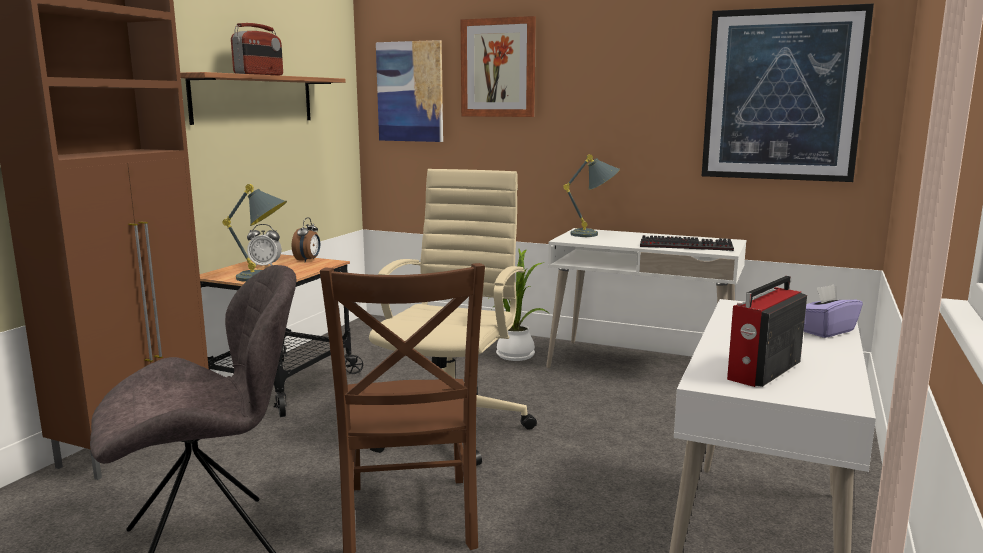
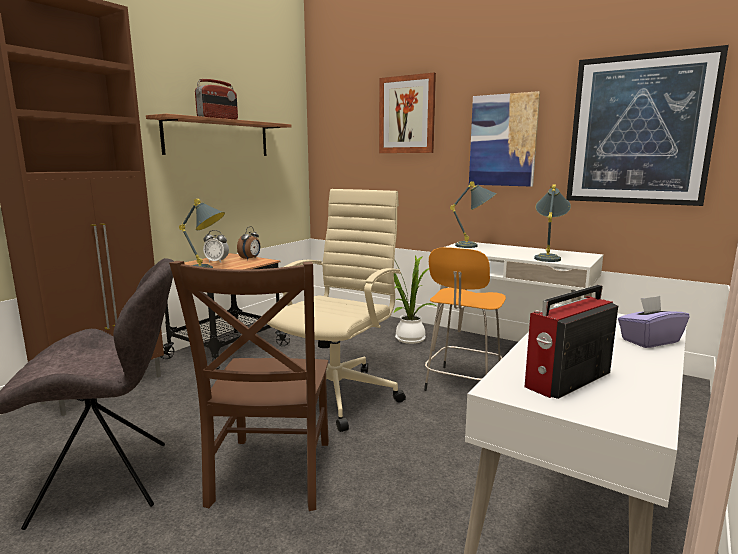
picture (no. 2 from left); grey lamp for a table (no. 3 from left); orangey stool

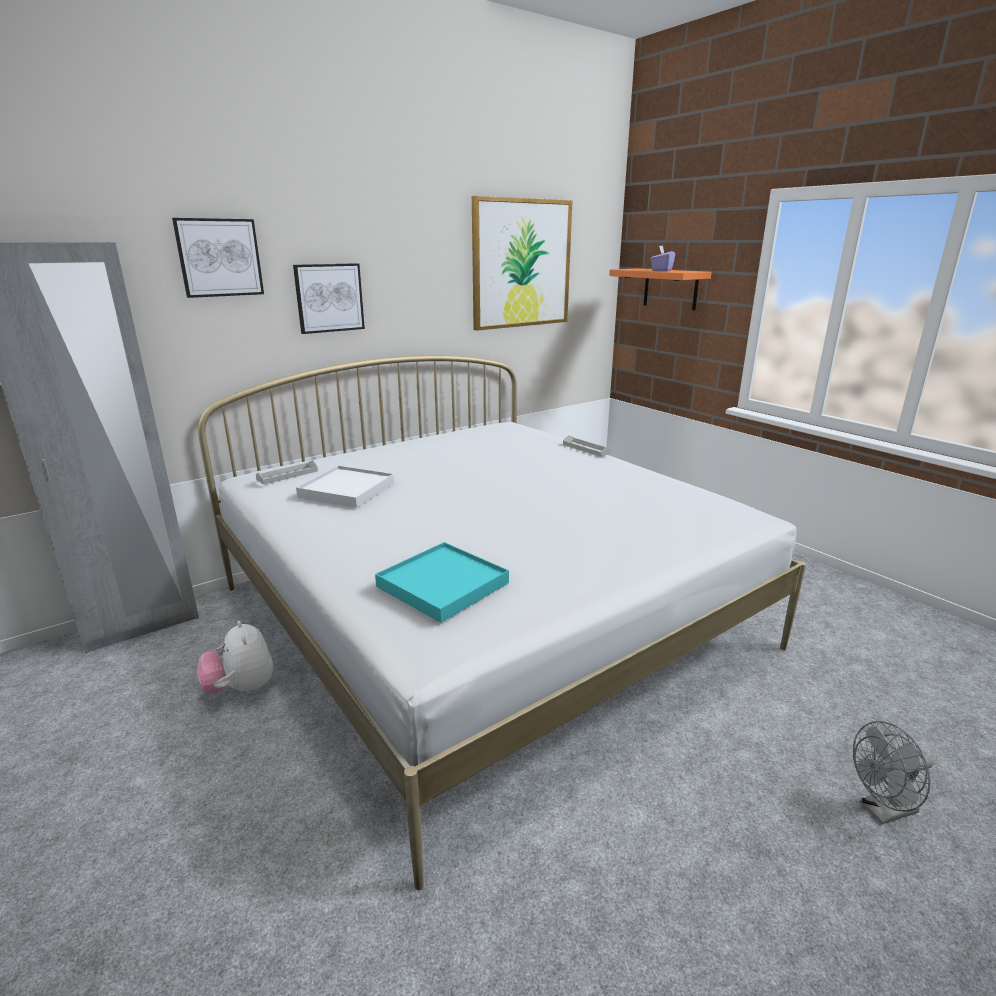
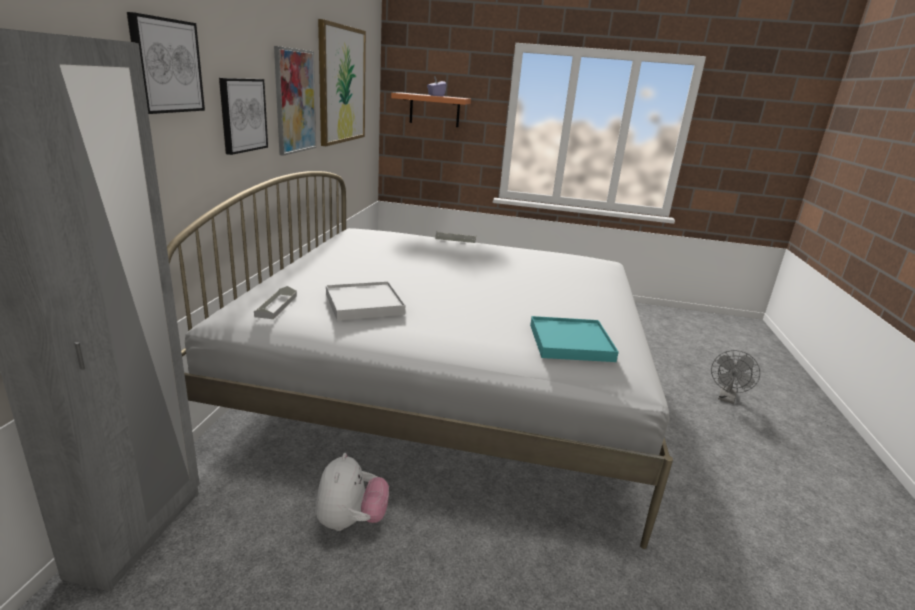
plush toy; picture (no. 3 from left)

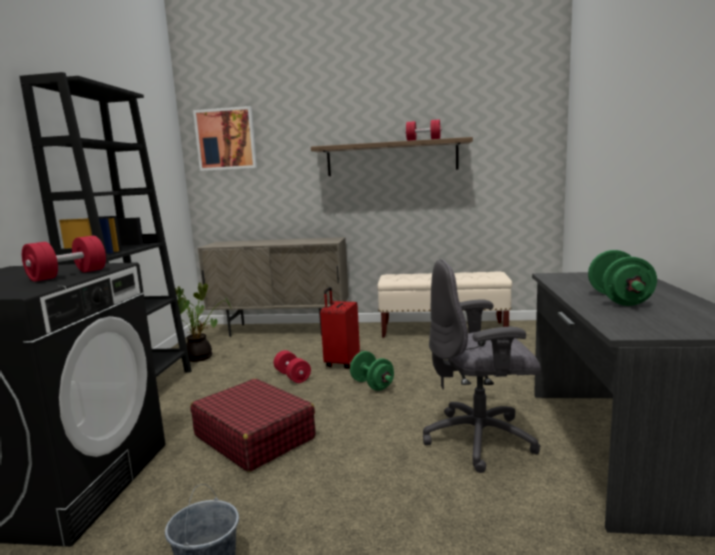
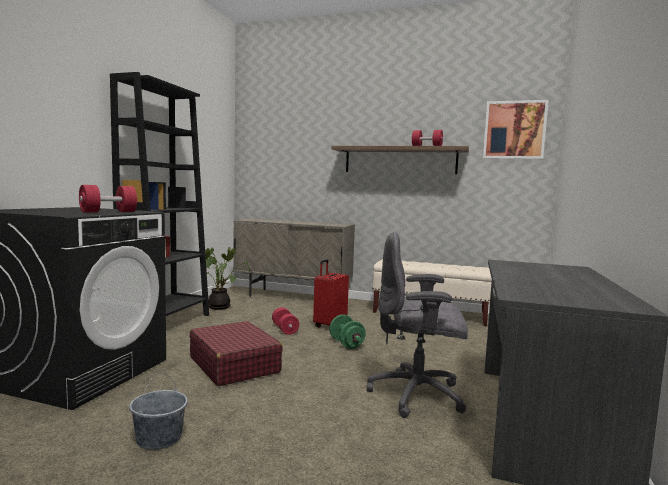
picture; greenish hand weight (no. 2 from left in the first image)

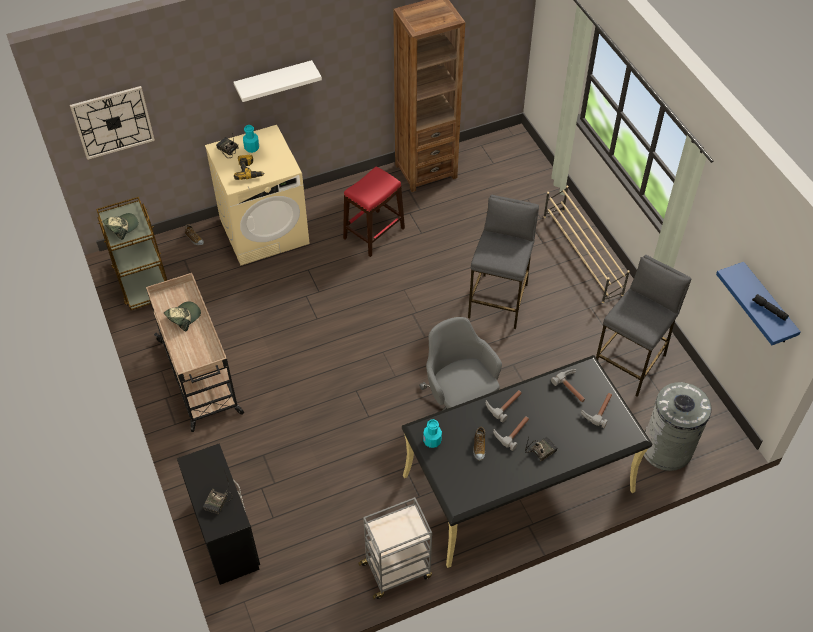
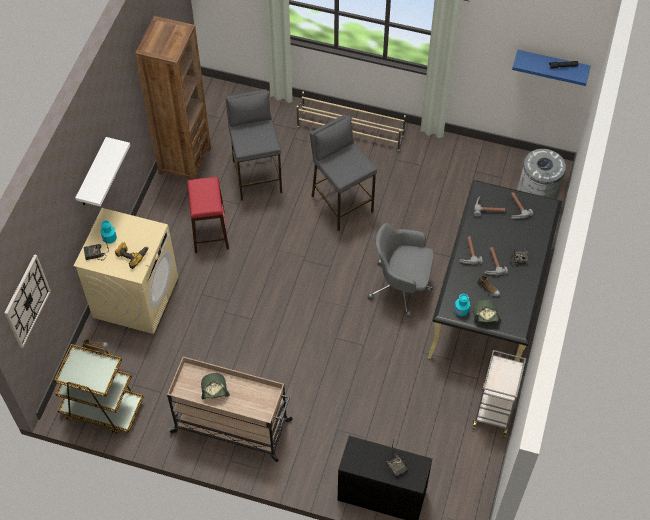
baseball cap (no. 2 from left); grey stool (no. 1 from left)

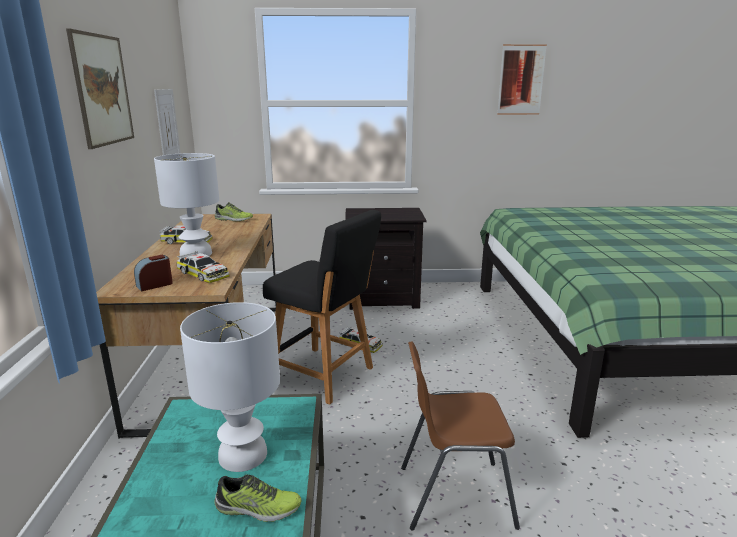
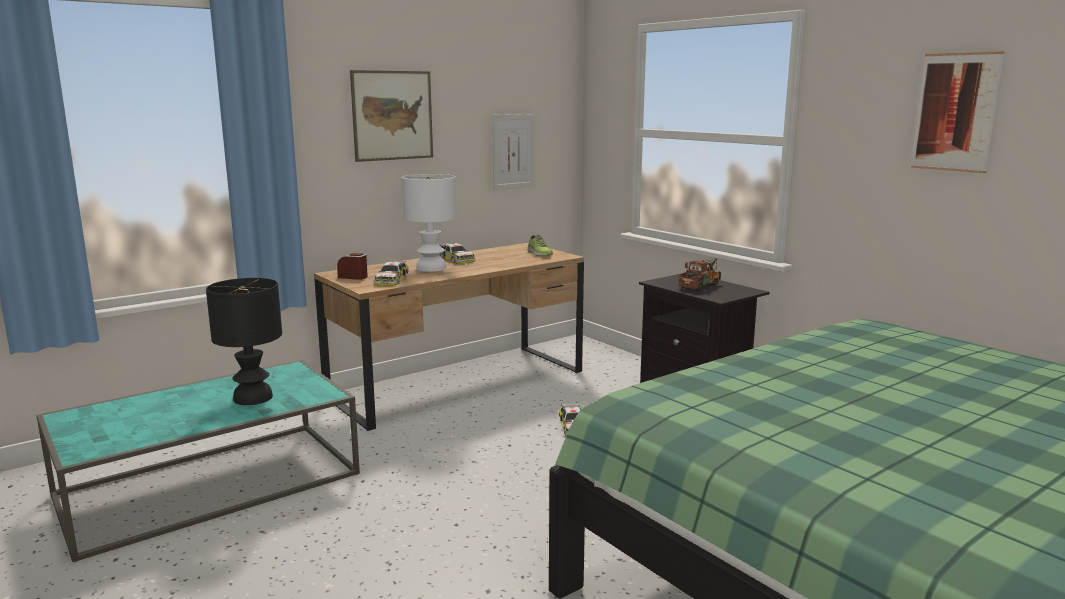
black stool; black lamp for a table; brown-coloured chair; low shoe (no. 2 from left in the first image); toy lorry

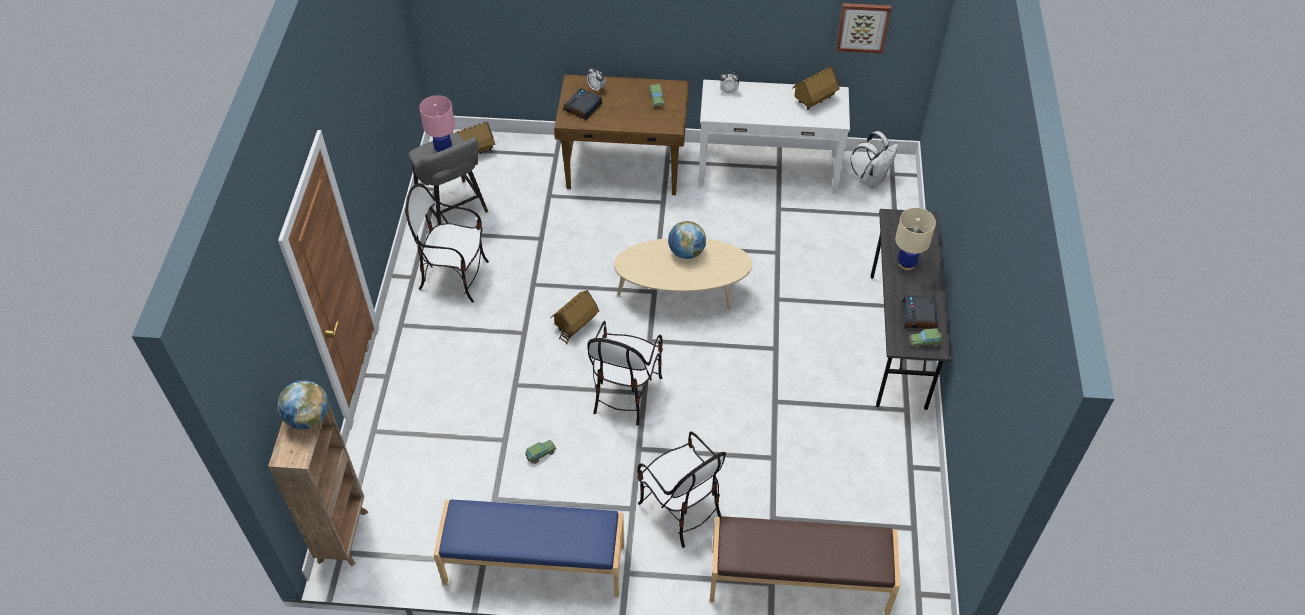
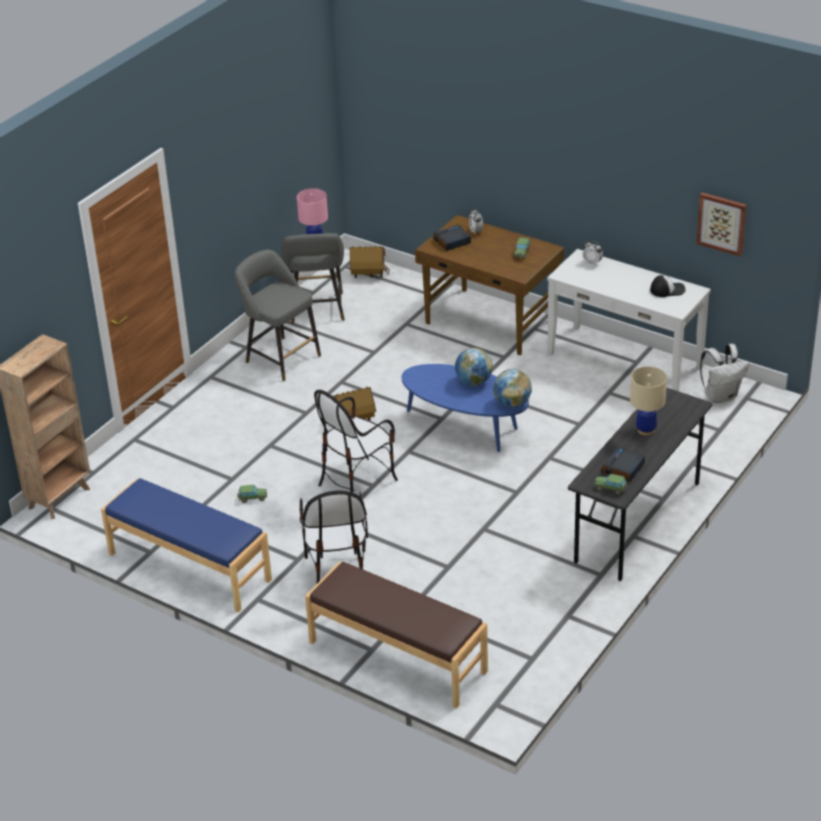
baseball cap; grey stool (no. 1 from left); blue-coloured lounge table; globe (no. 2 from left)

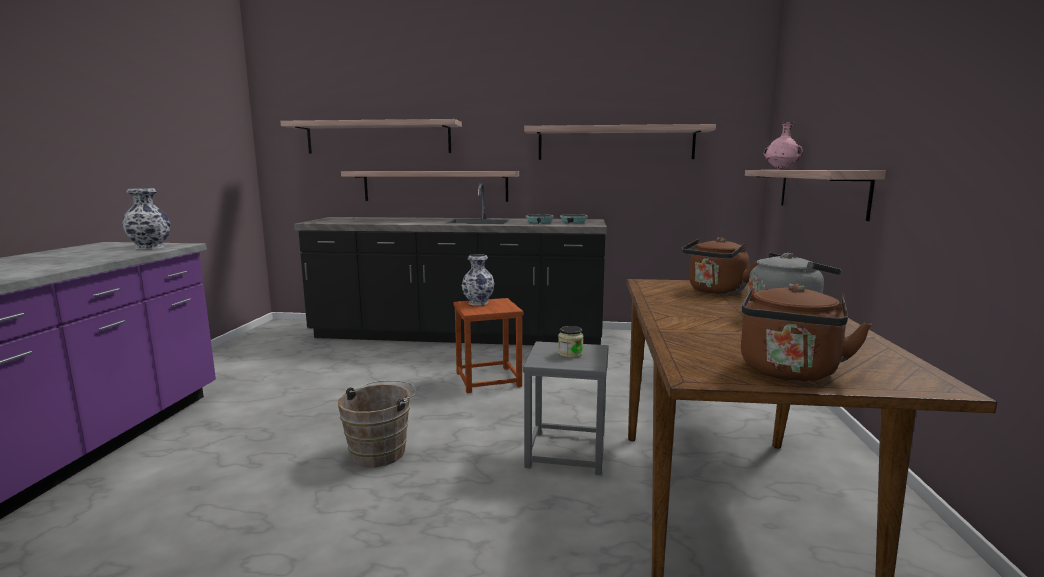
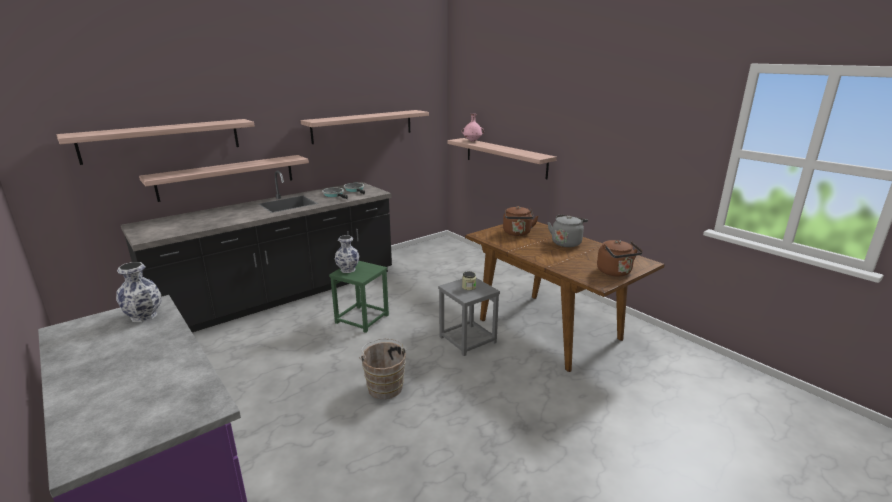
greenish stool

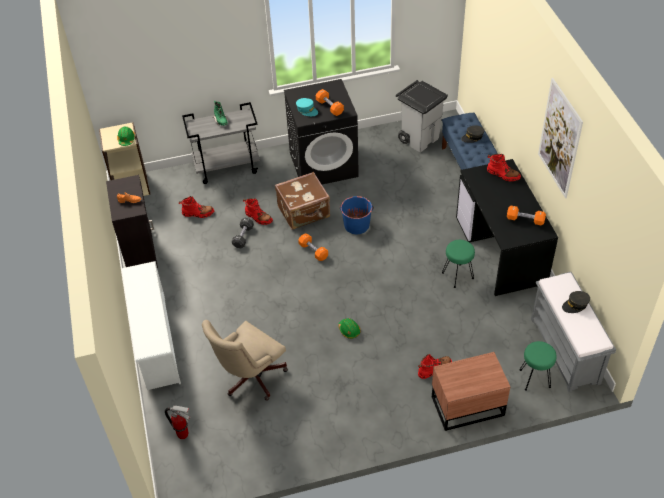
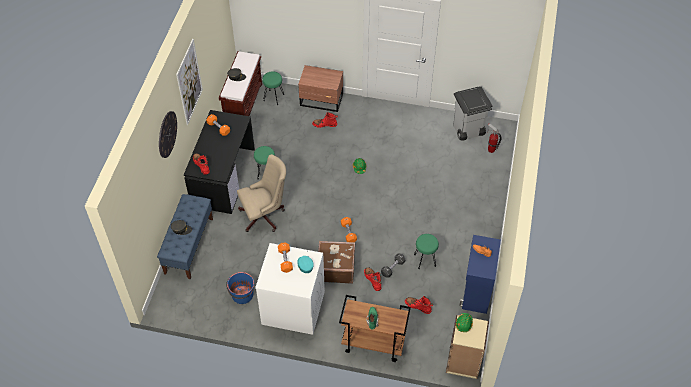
white laundry appliance; grey rubbish bin; brown-coloured cart; blue-coloured cupboard; blue-coloured water bucket; white shoe rack; brown-coloured indoor bench; sand-coloured computer chair; wall clock; greenish stool (no. 3 from left)

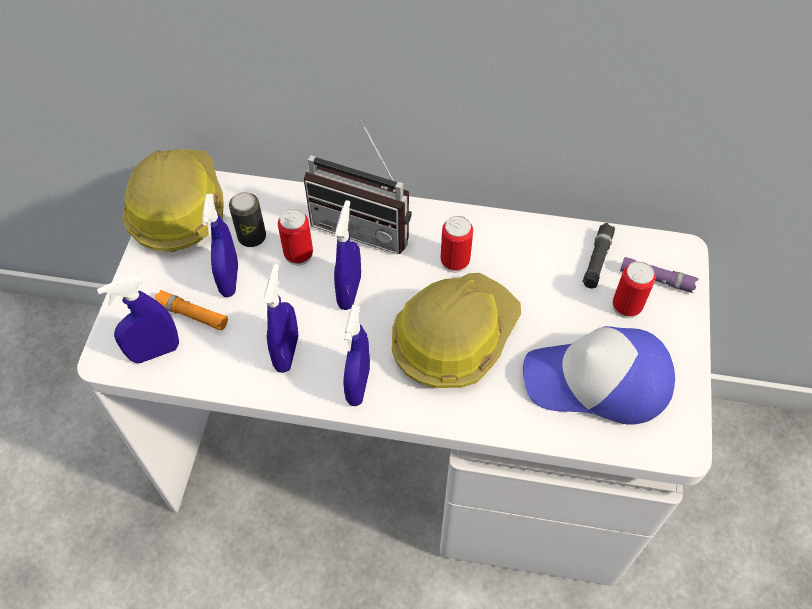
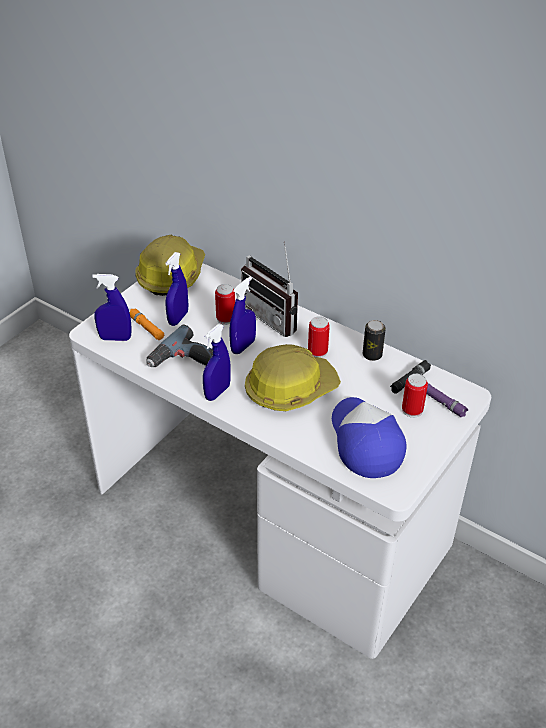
can (no. 3 from left); drill; baseball cap

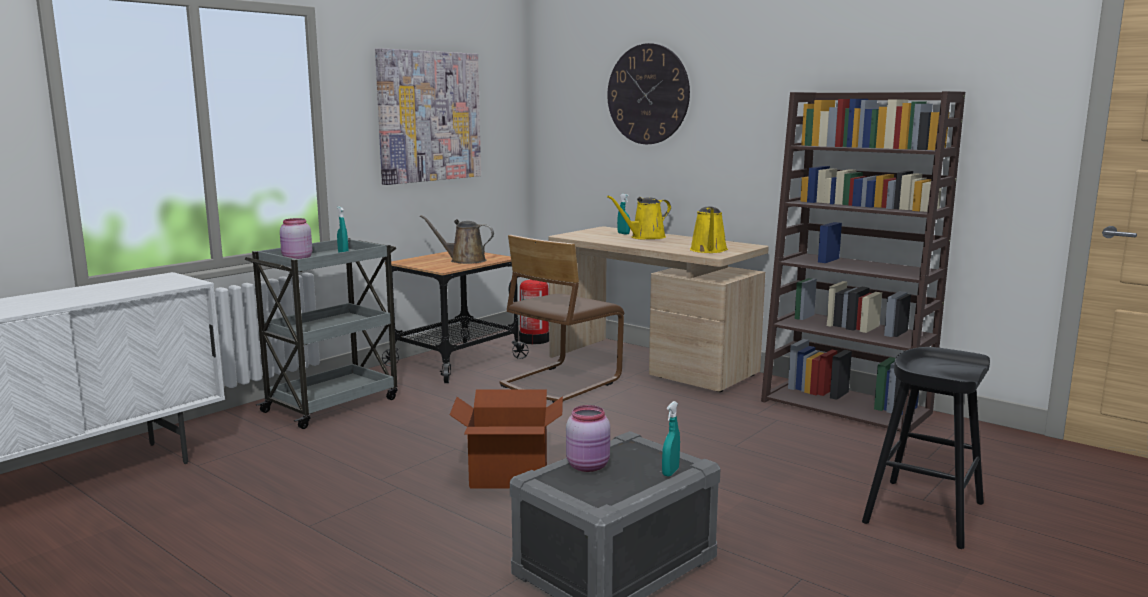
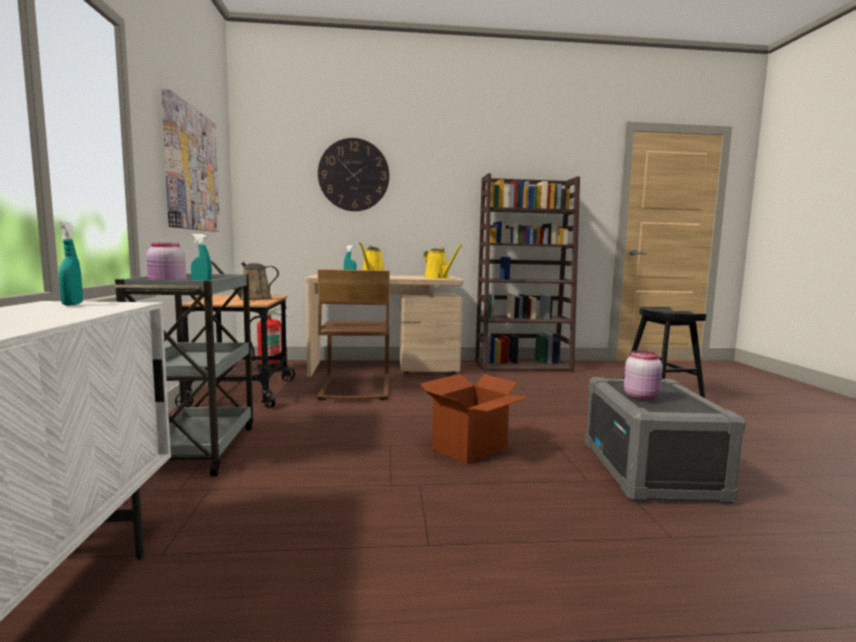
turquoise sprayer (no. 1 from left)

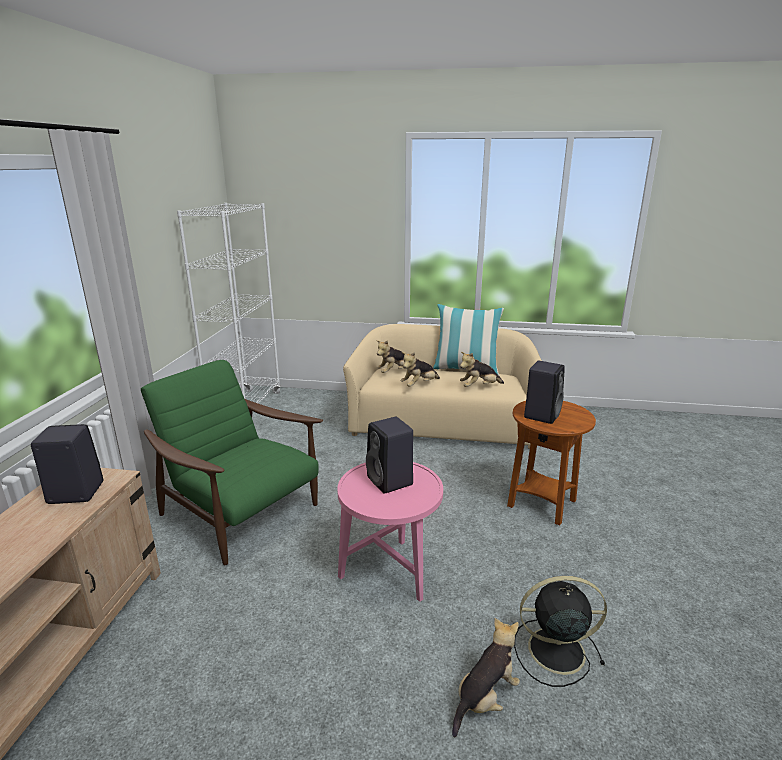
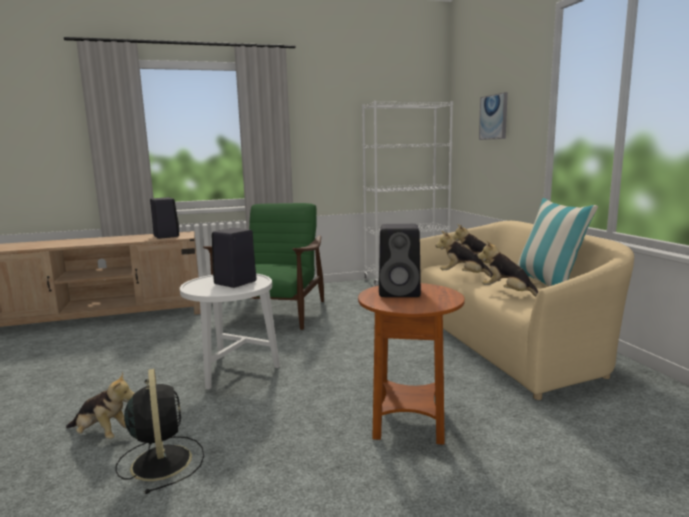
white accent table; picture

